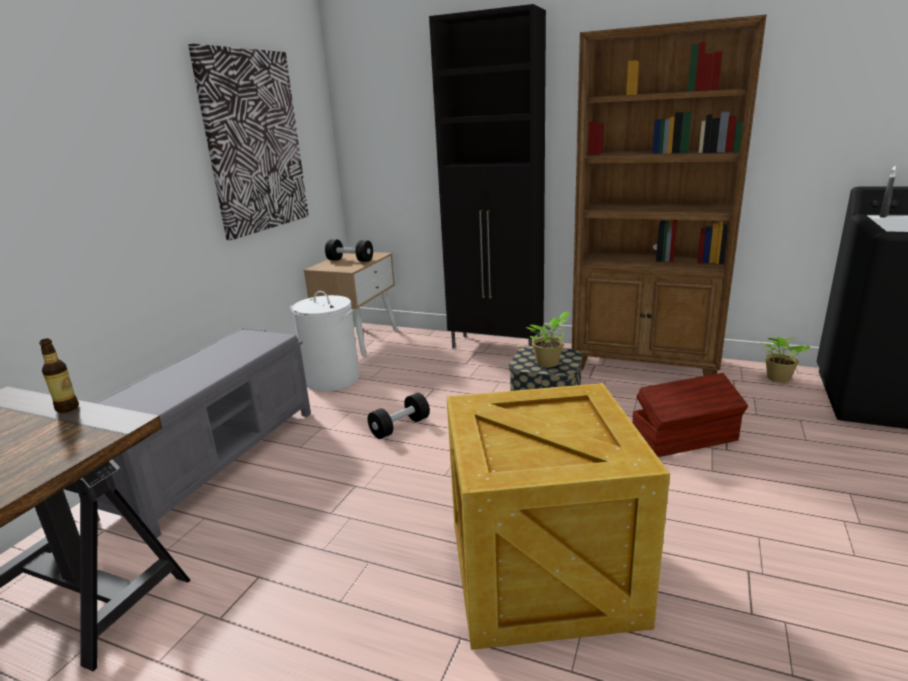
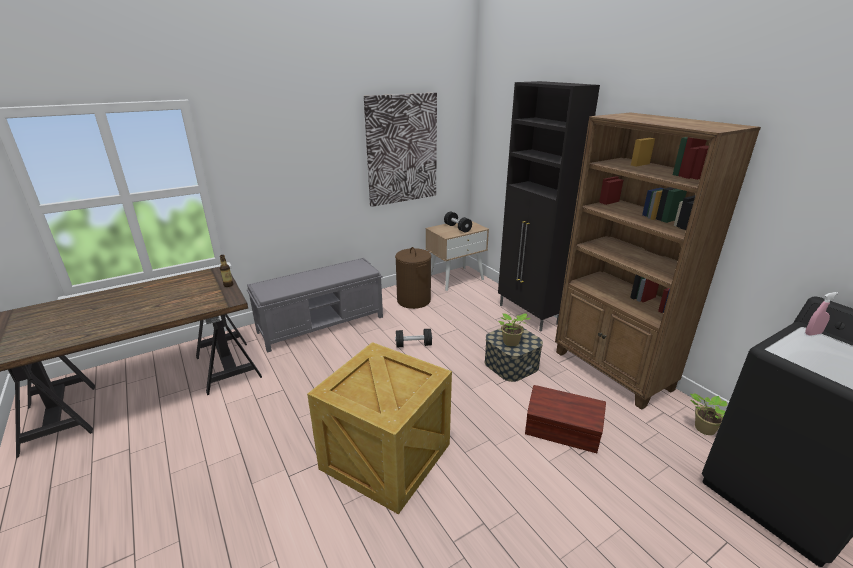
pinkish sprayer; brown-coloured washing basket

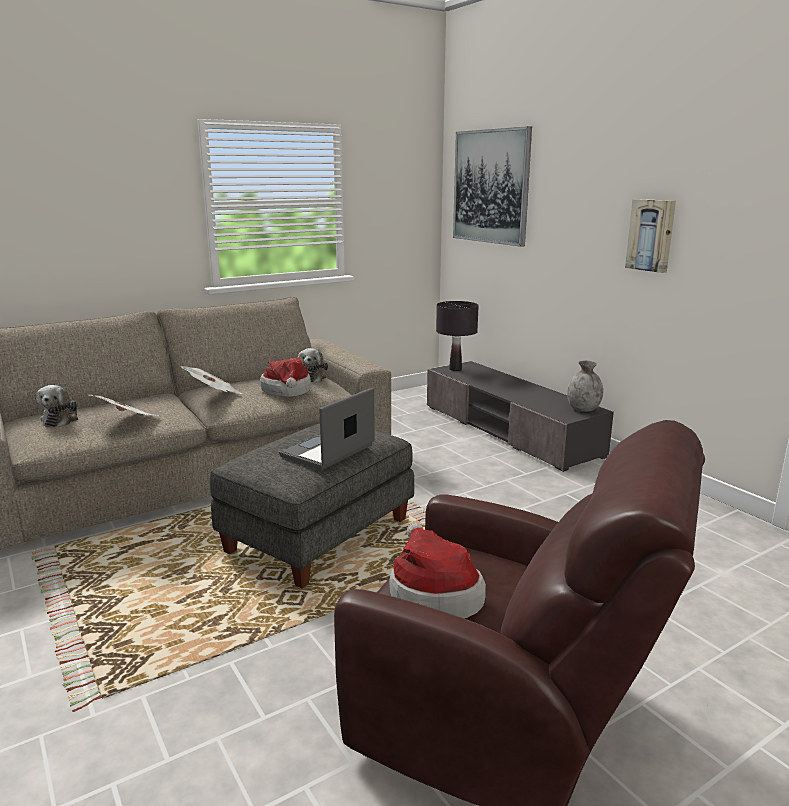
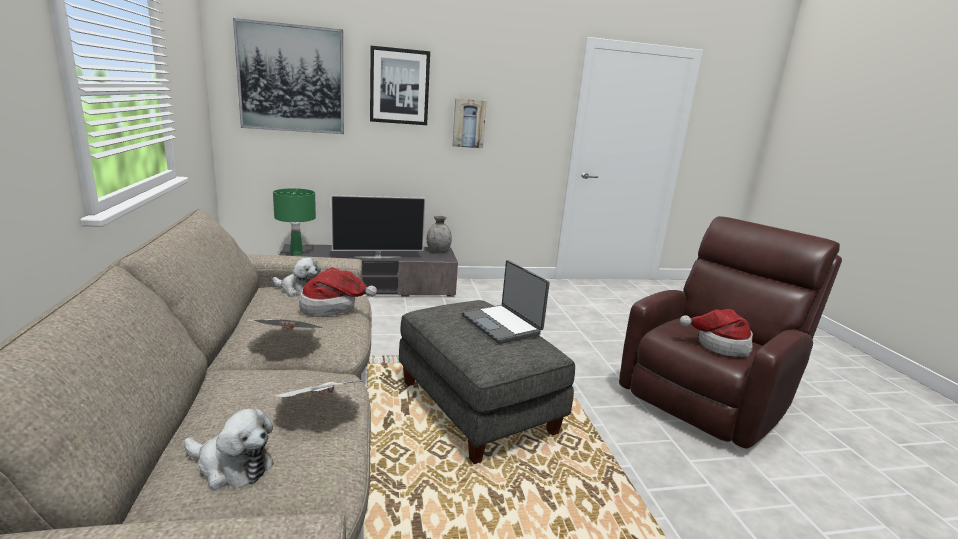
greenish lamp for a table; picture (no. 2 from left); TV set

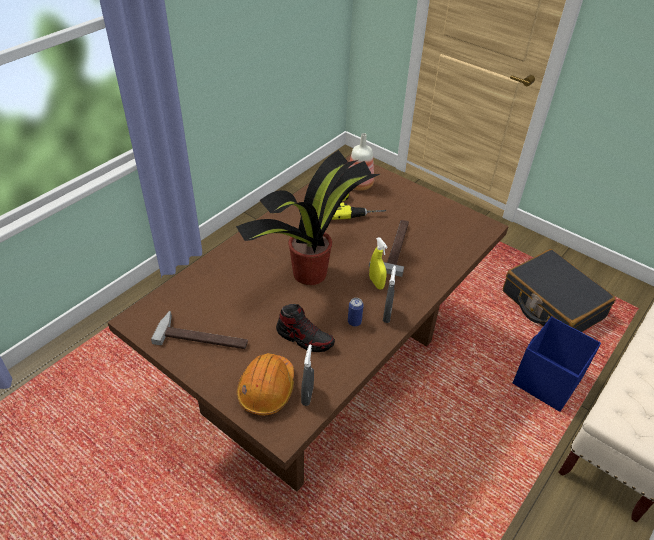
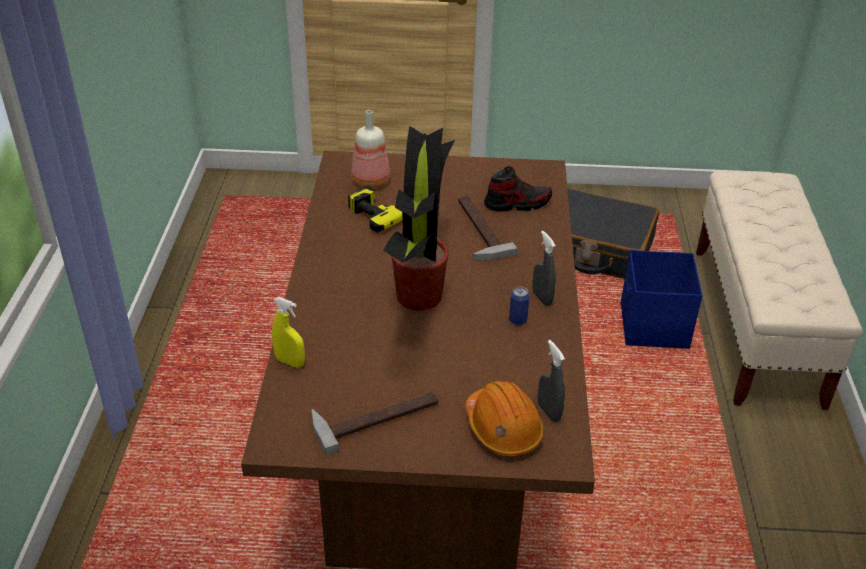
yellow sprayer; low shoe

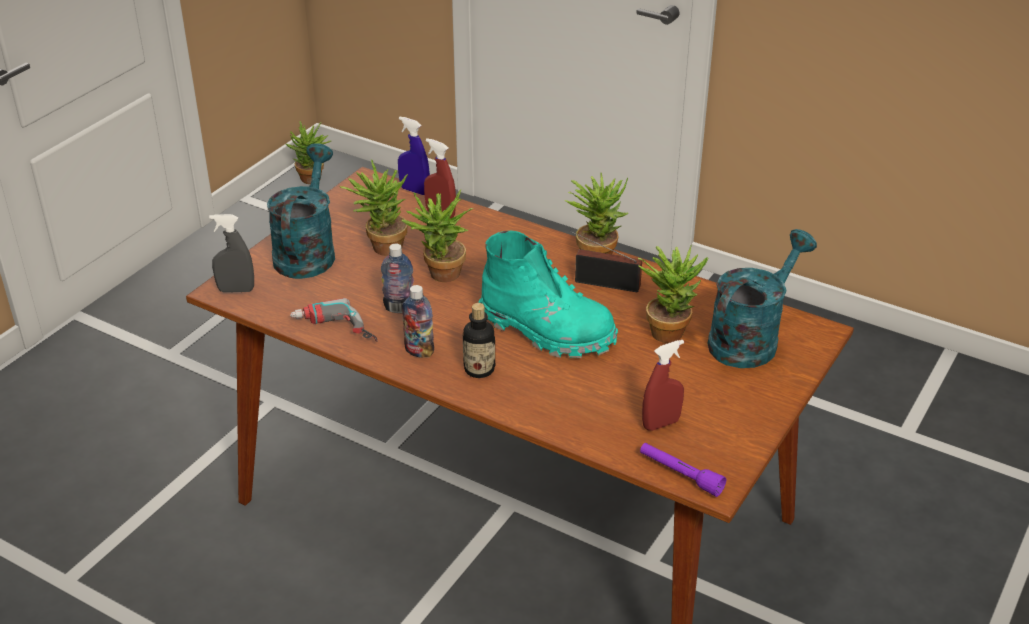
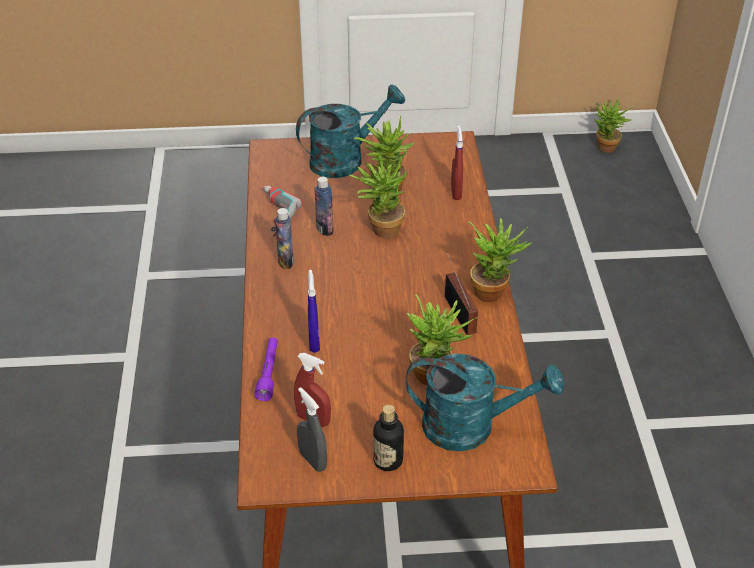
blue-coloured sprayer; grey sprayer; turquoise boot; drink bottle (no. 3 from left); purple-coloured torch

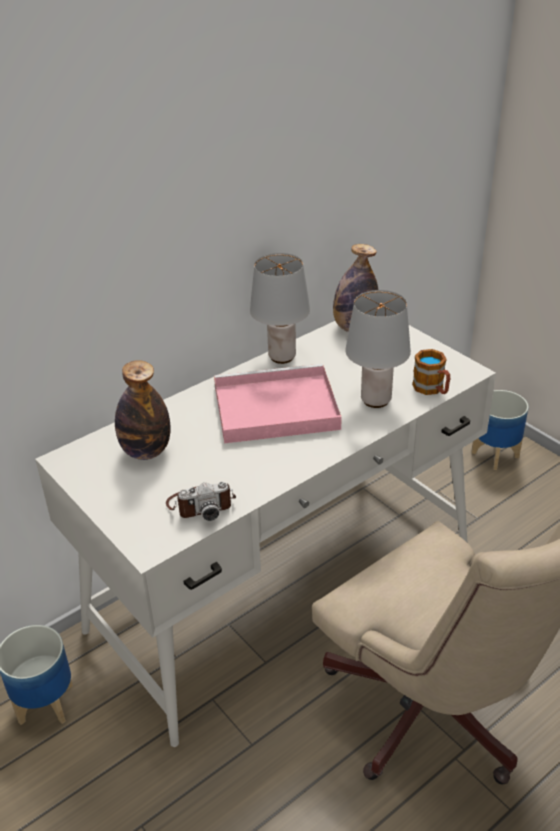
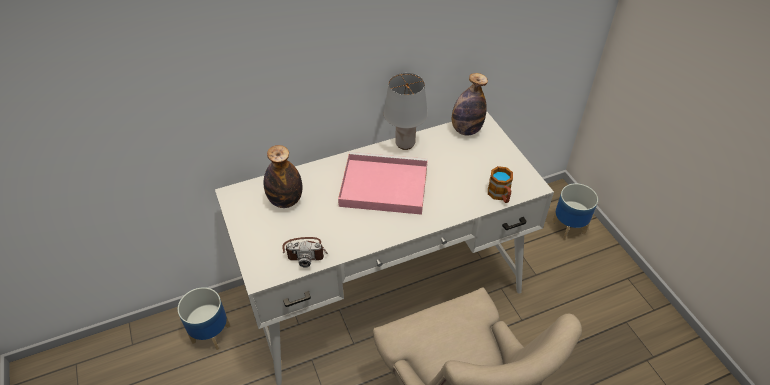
grey lamp for a table (no. 2 from left in the first image)

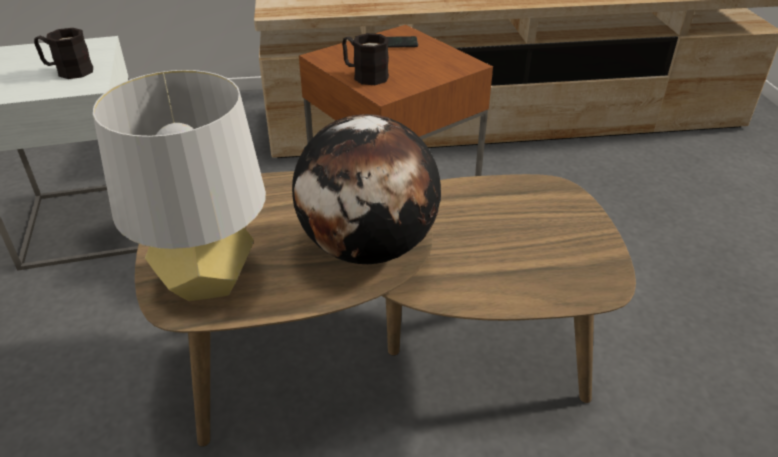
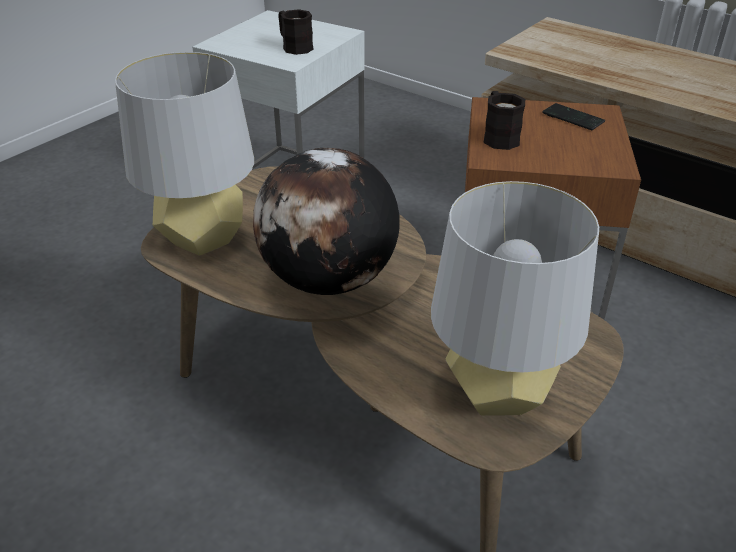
grey lamp for a table (no. 2 from left)

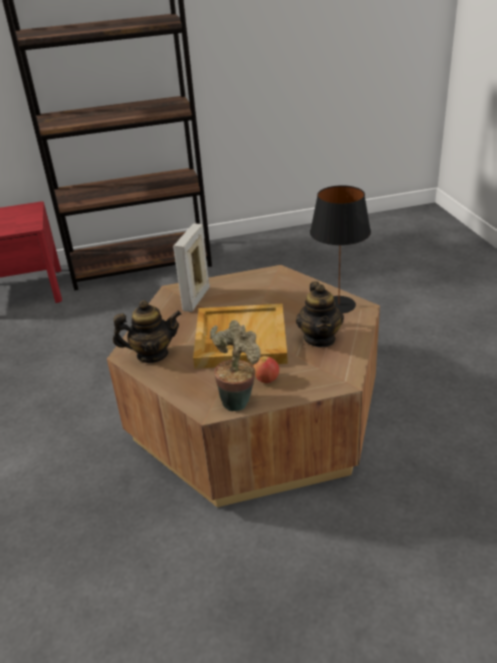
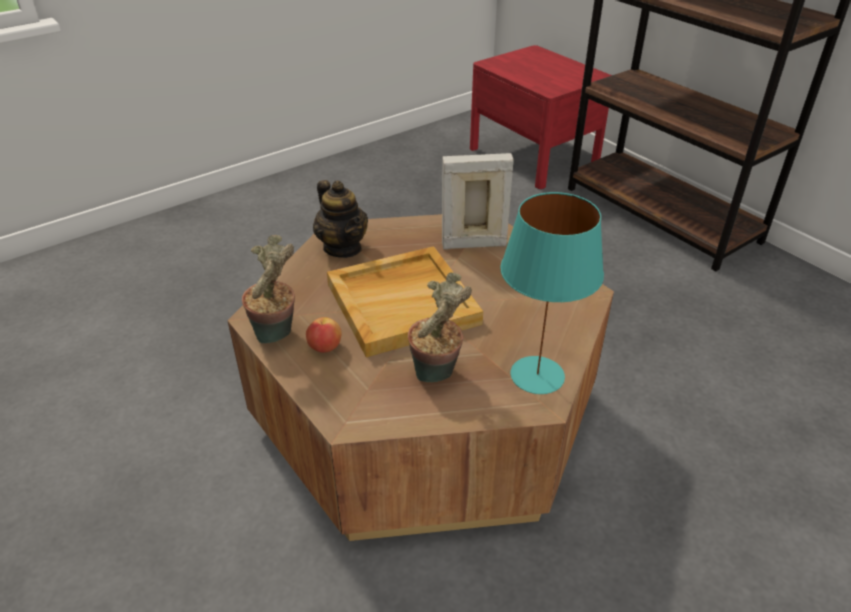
turquoise lamp for a table; houseplant (no. 2 from left)

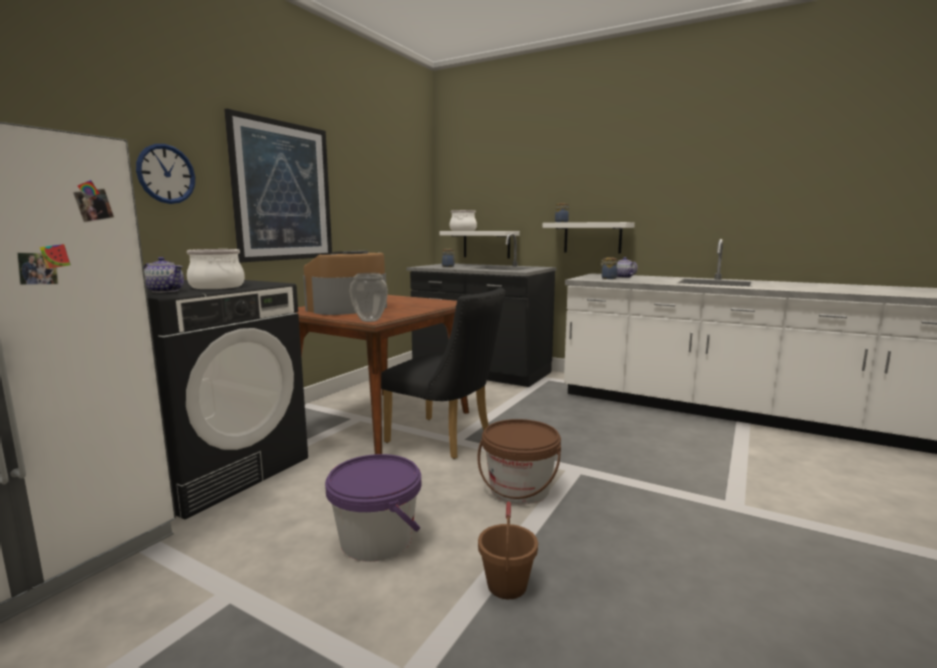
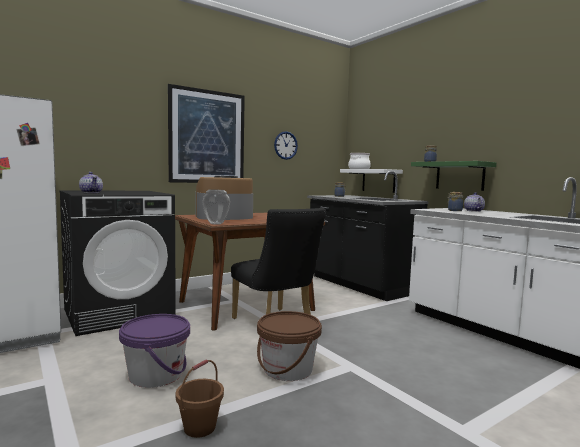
wall clock; greenish shelf; saucepot (no. 1 from left in the first image)

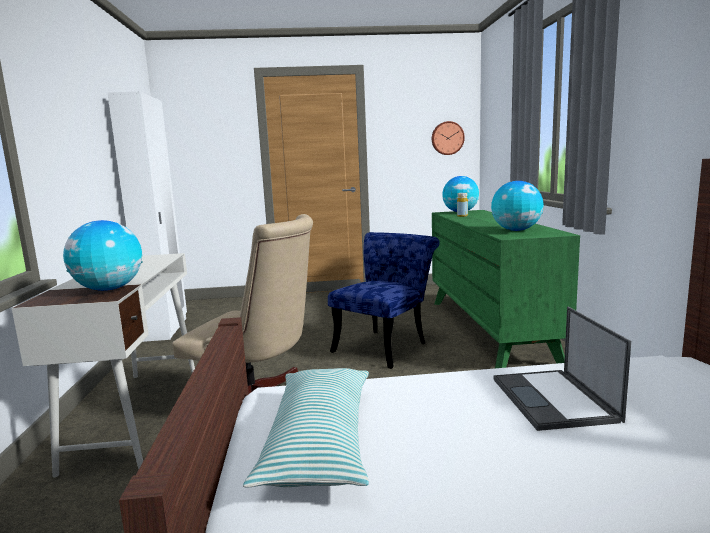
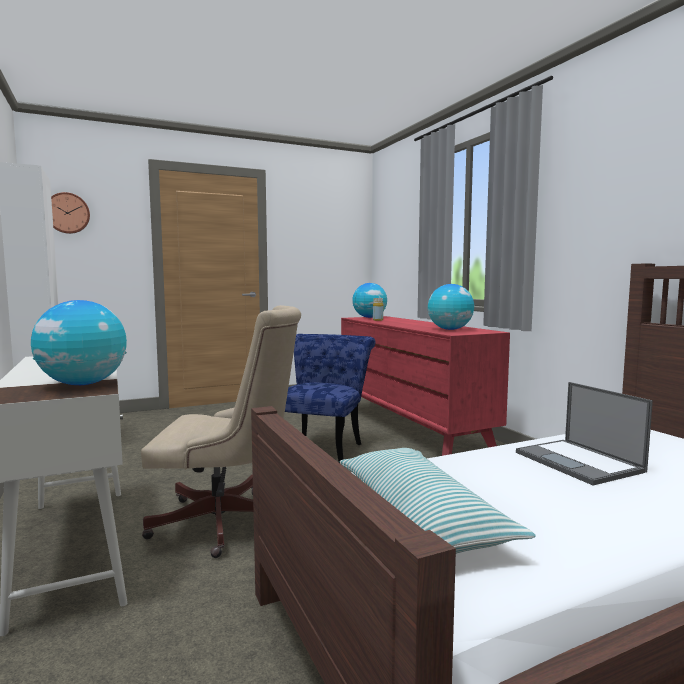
wall clock; red-coloured drawer chest

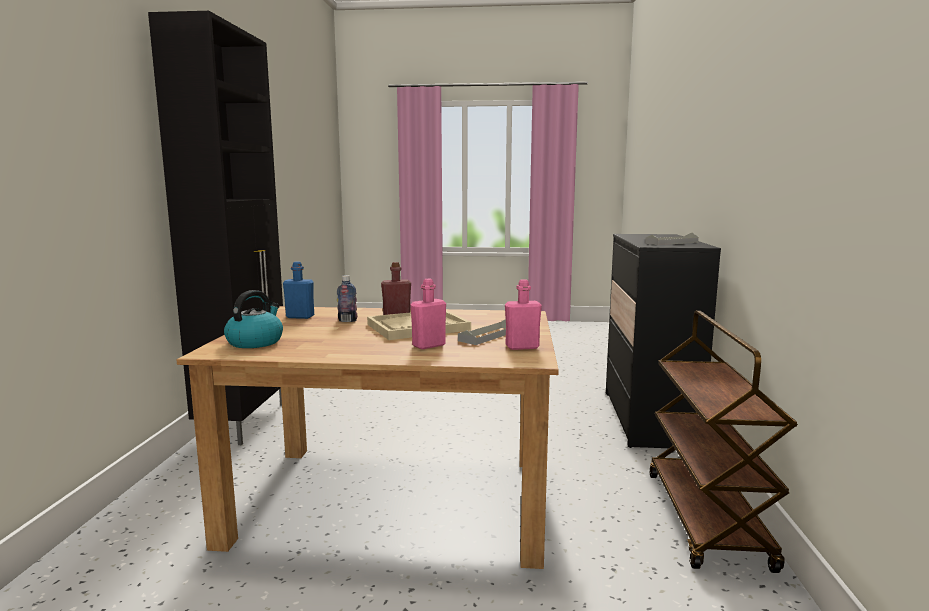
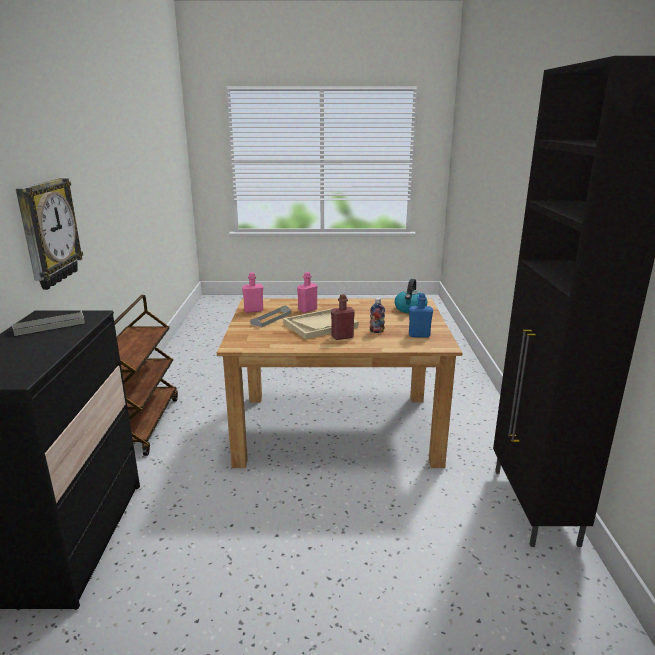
wall clock

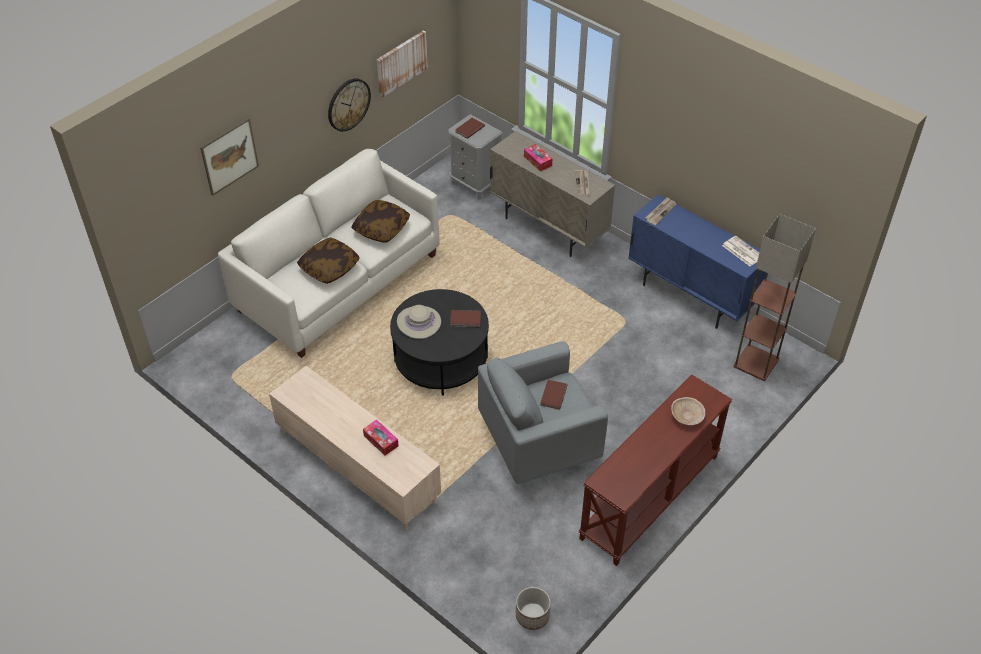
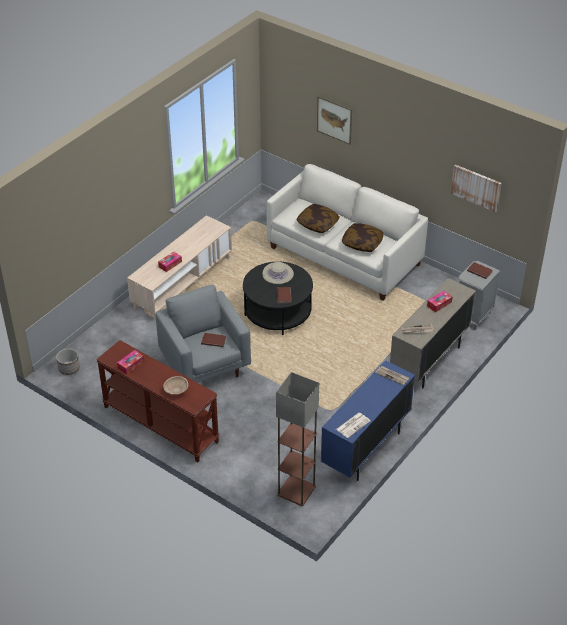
wall clock; tissue box (no. 1 from left)

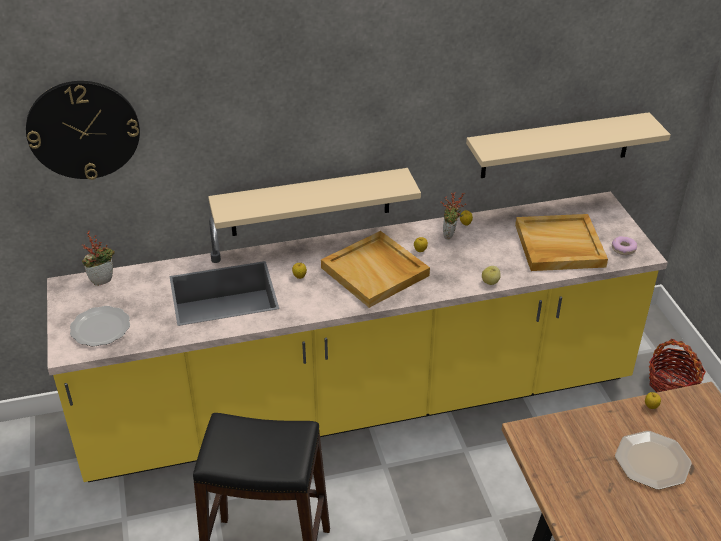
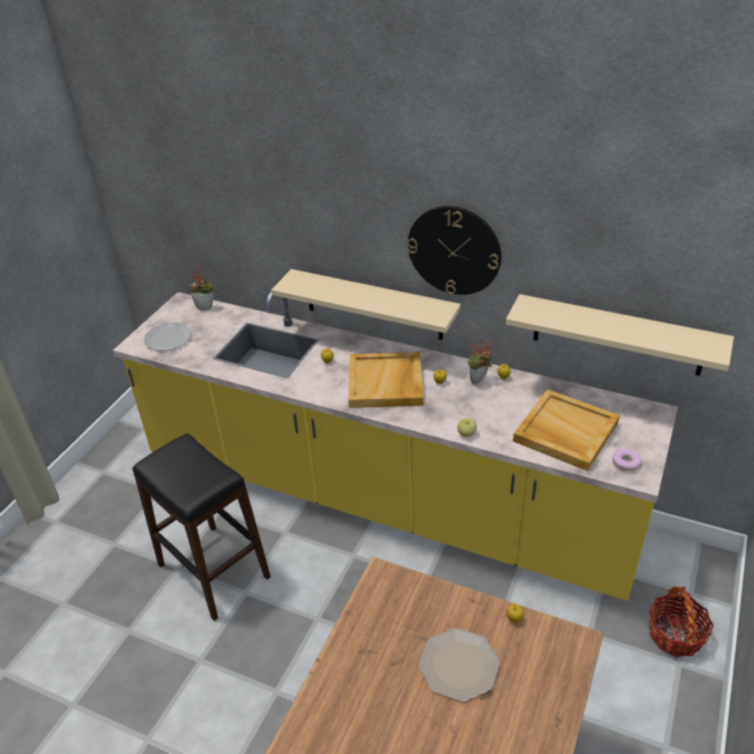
wall clock

